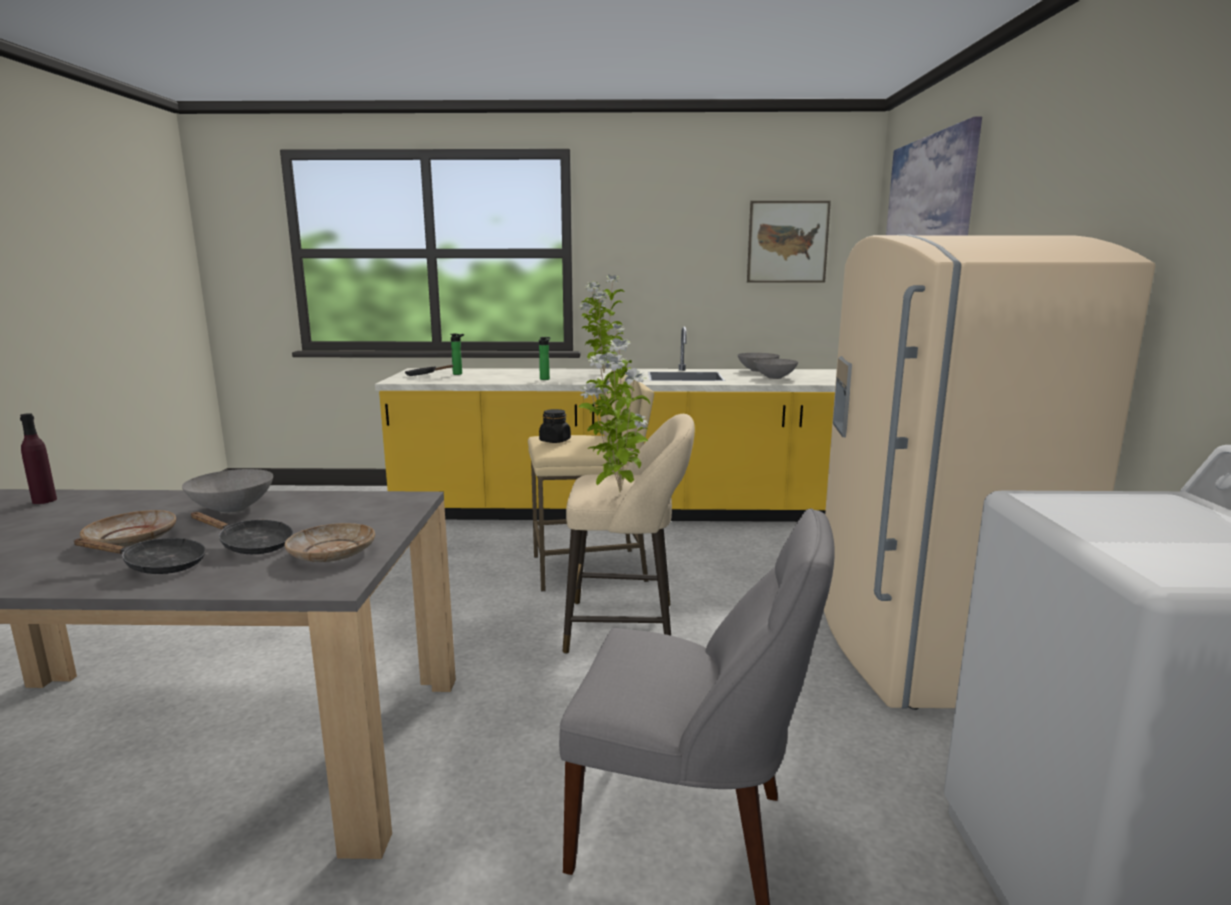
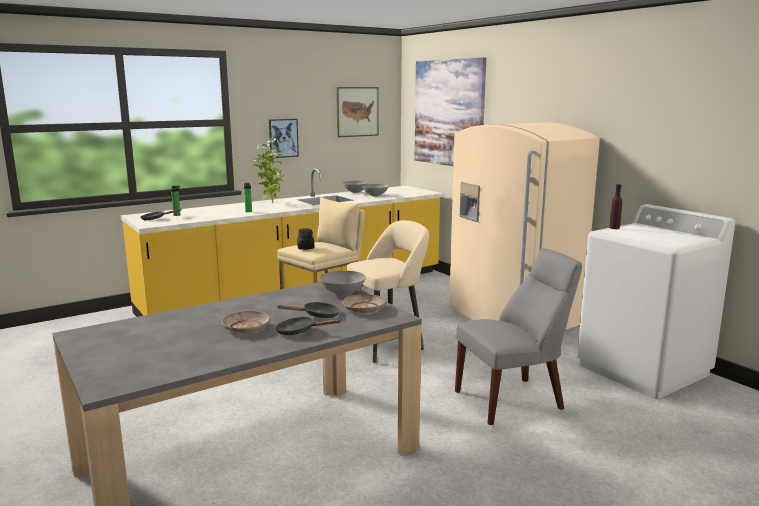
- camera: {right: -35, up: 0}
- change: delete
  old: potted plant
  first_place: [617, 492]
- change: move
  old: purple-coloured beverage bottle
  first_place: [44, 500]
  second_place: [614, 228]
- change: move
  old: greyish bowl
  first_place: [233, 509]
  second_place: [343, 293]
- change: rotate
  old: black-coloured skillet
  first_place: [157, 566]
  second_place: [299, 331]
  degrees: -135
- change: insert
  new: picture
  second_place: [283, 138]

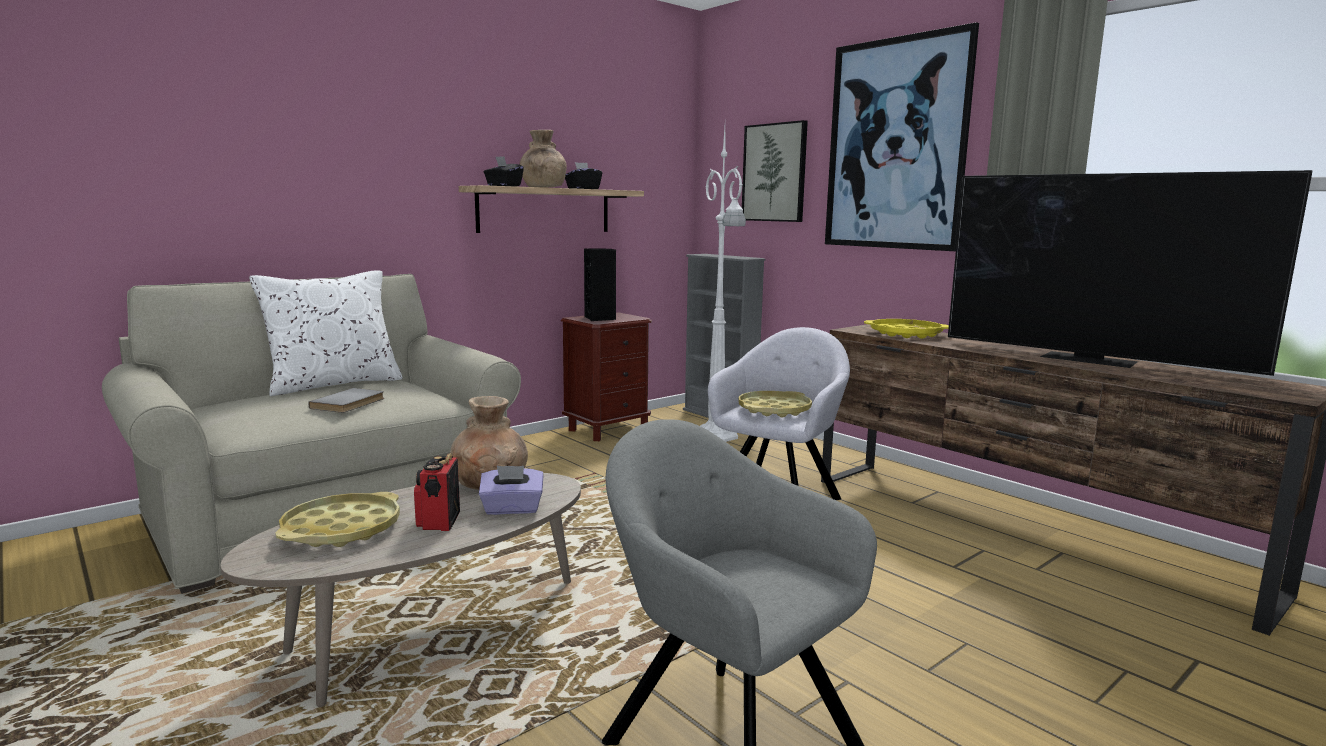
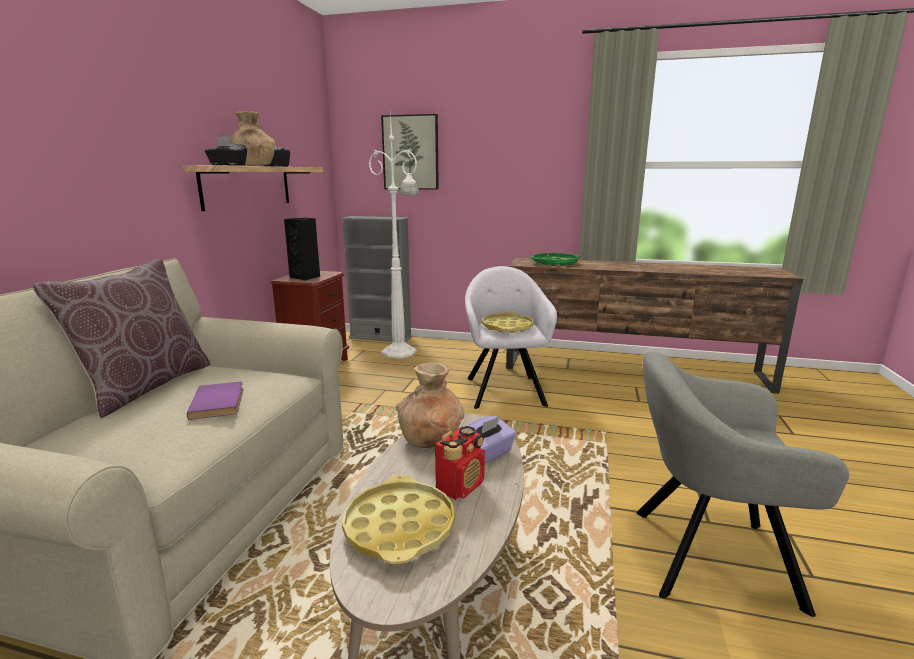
- camera: {right: -35, up: 5}
- change: delete
  old: picture
  first_place: [895, 145]
- change: delete
  old: television
  first_place: [1090, 359]
- change: recolor
  old: white cushion
  new: brown cushion
  first_place: [333, 384]
  second_place: [145, 386]
- change: recolor
  old: yellowish carrying tray
  new: green carrying tray
  first_place: [905, 334]
  second_place: [554, 263]
- change: recolor
  old: greyish book
  new: purple-coloured book
  first_place: [350, 403]
  second_place: [220, 402]
- change: rotate
  old: radio set
  first_place: [438, 522]
  second_place: [461, 486]
  degrees: -105

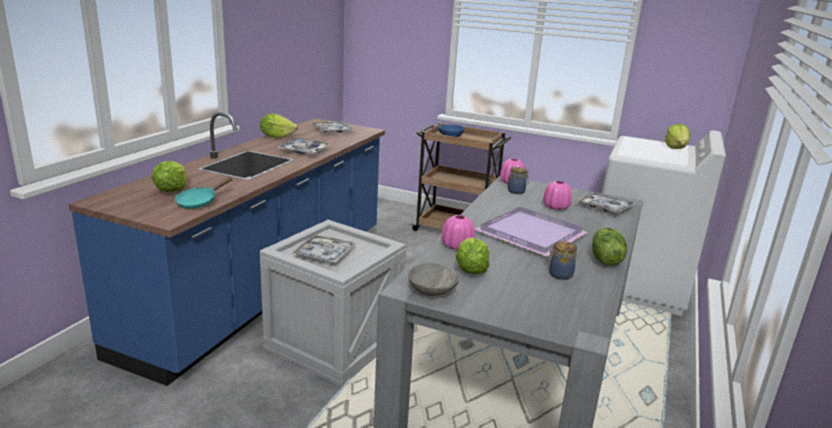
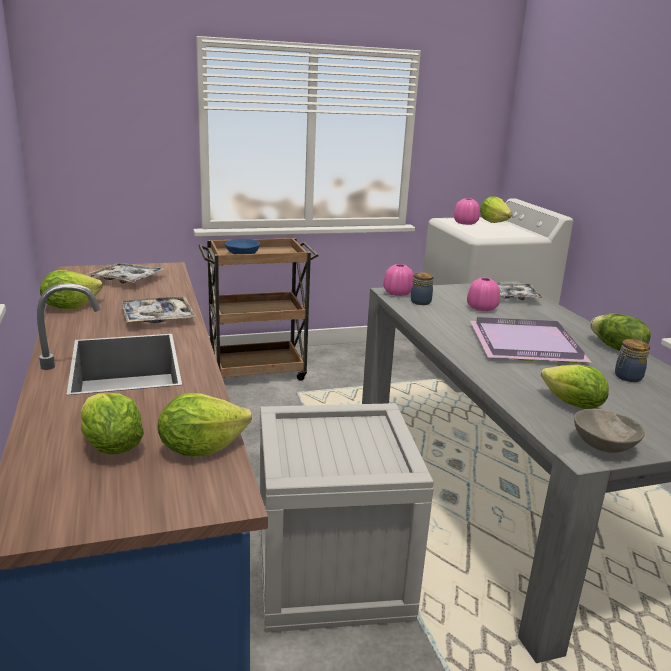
- camera: {right: -40, up: 0}
- change: replace
  old: blue-green skillet
  new: head of lettuce
  first_place: [199, 202]
  second_place: [201, 448]
- change: move
  old: pinkish vase
  first_place: [457, 246]
  second_place: [465, 223]
- change: delete
  old: carrying tray
  first_place: [324, 254]

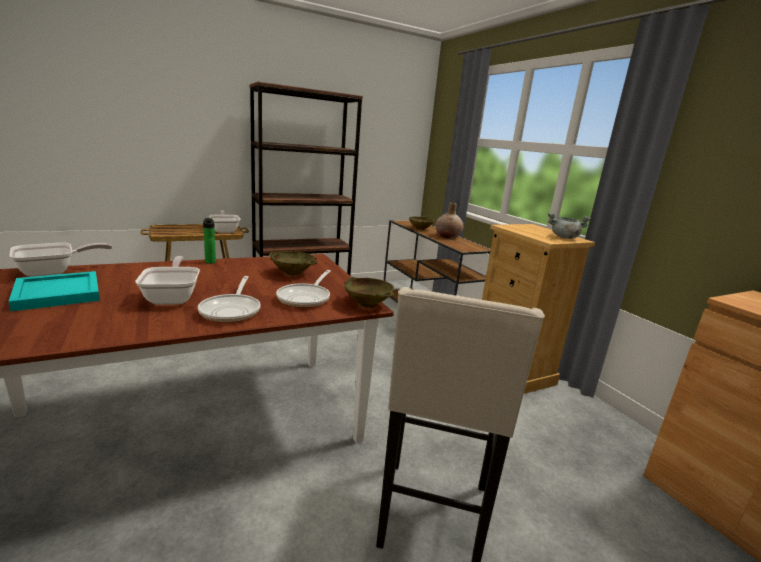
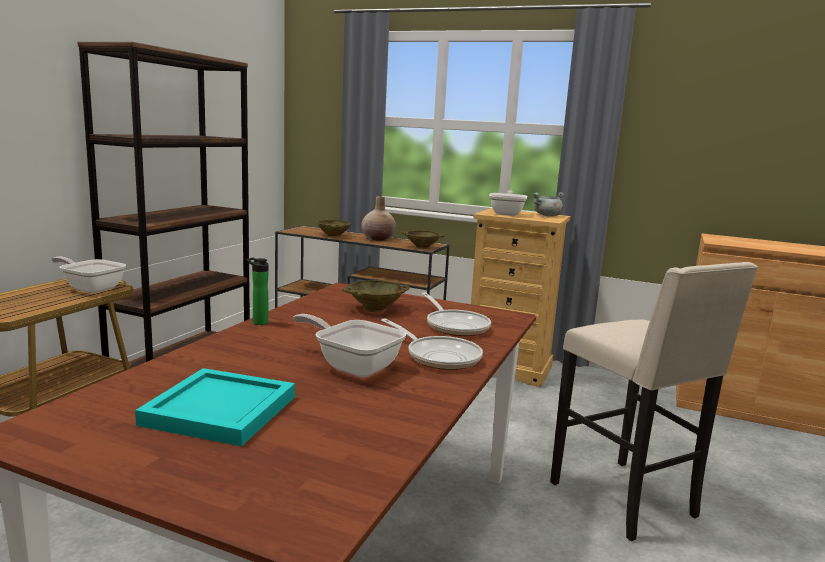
- camera: {right: -40, up: -5}
- change: move
  old: skillet
  first_place: [54, 272]
  second_place: [507, 213]
- change: move
  old: sand-coloured bowl
  first_place: [367, 304]
  second_place: [422, 247]

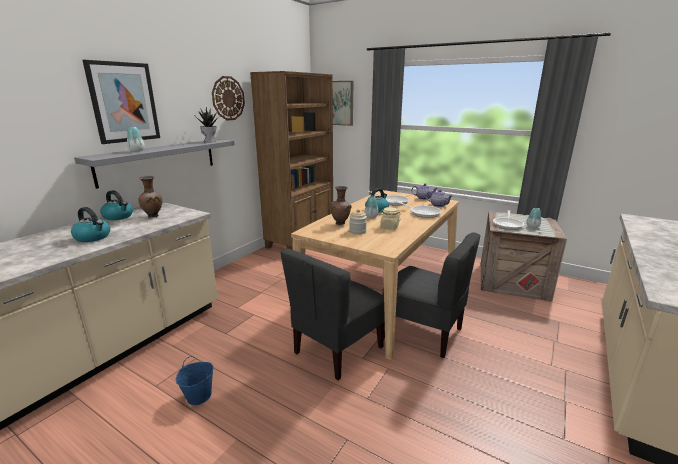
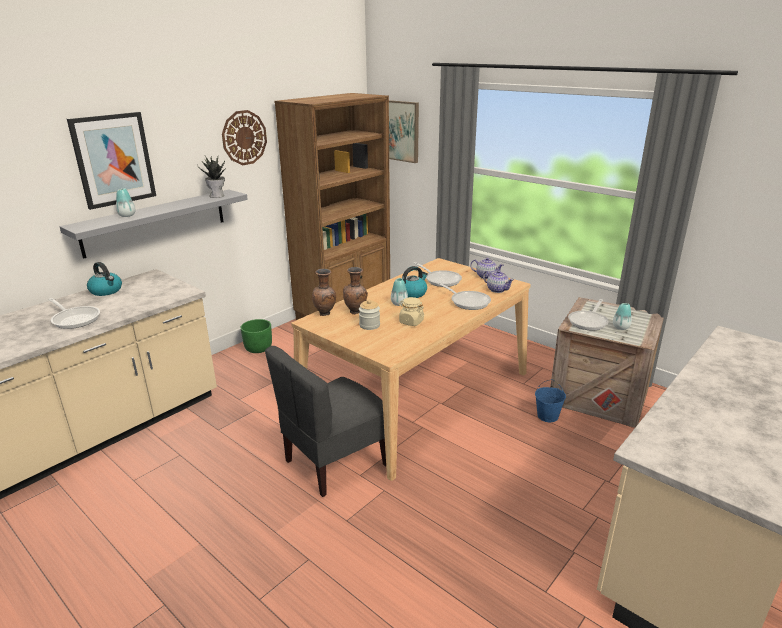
- camera: {right: 10, up: 5}
- change: move
  old: brown vase
  first_place: [154, 216]
  second_place: [325, 314]
- change: replace
  old: kettle
  new: skillet
  first_place: [93, 237]
  second_place: [75, 319]
- change: delete
  old: greyish plain chair
  first_place: [423, 332]
- change: move
  old: blue-coloured water bucket
  first_place: [199, 395]
  second_place: [548, 416]
- change: insert
  new: green flower pot
  second_place: [258, 348]

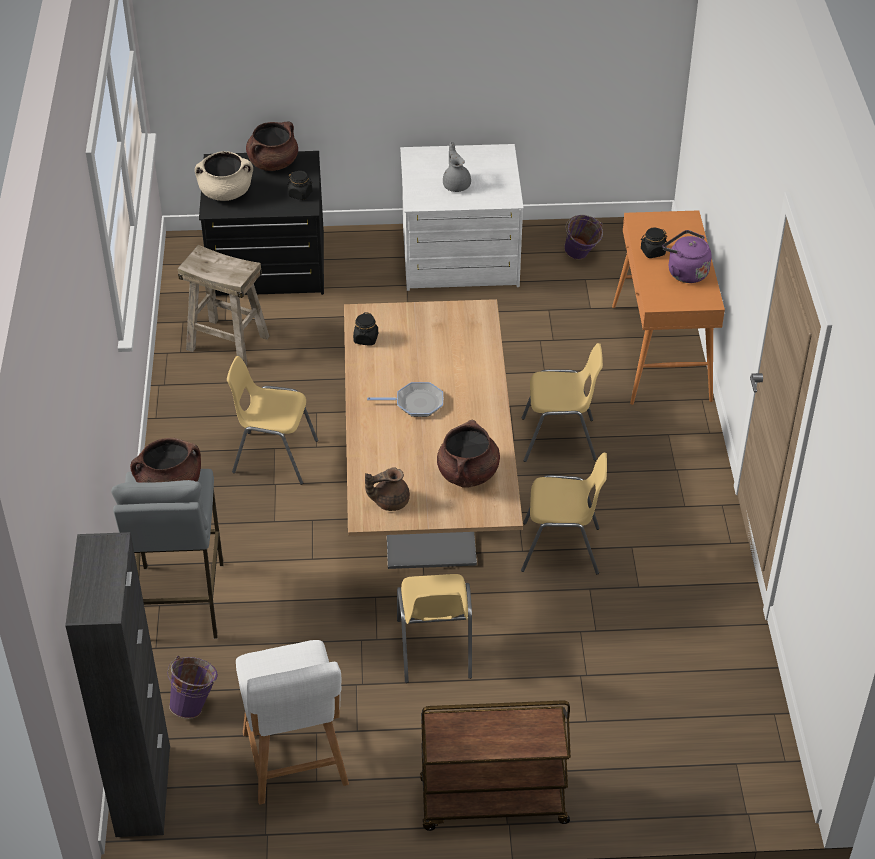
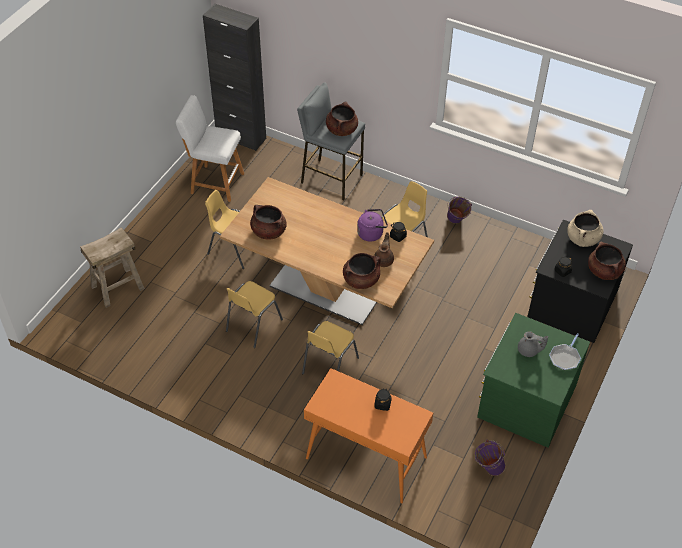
- camera: {right: 120, up: 5}
- change: recolor
  old: white dresser
  new: green dresser
  first_place: [460, 258]
  second_place: [525, 400]
- change: move
  old: purple-coloured kettle
  first_place: [685, 272]
  second_place: [371, 233]
- change: move
  old: sand-coloured stool
  first_place: [227, 343]
  second_place: [117, 287]
- change: move
  old: skillet
  first_place: [416, 403]
  second_place: [565, 357]
- change: move
  old: brown pot for tea
  first_place: [389, 501]
  second_place: [384, 260]
- change: move
  old: purple-coloured water bucket
  first_place: [195, 704]
  second_place: [456, 222]
- change: delete
  old: brown cart
  first_place: [492, 803]
- change: insert
  new: brown saucepot
  second_place: [361, 280]

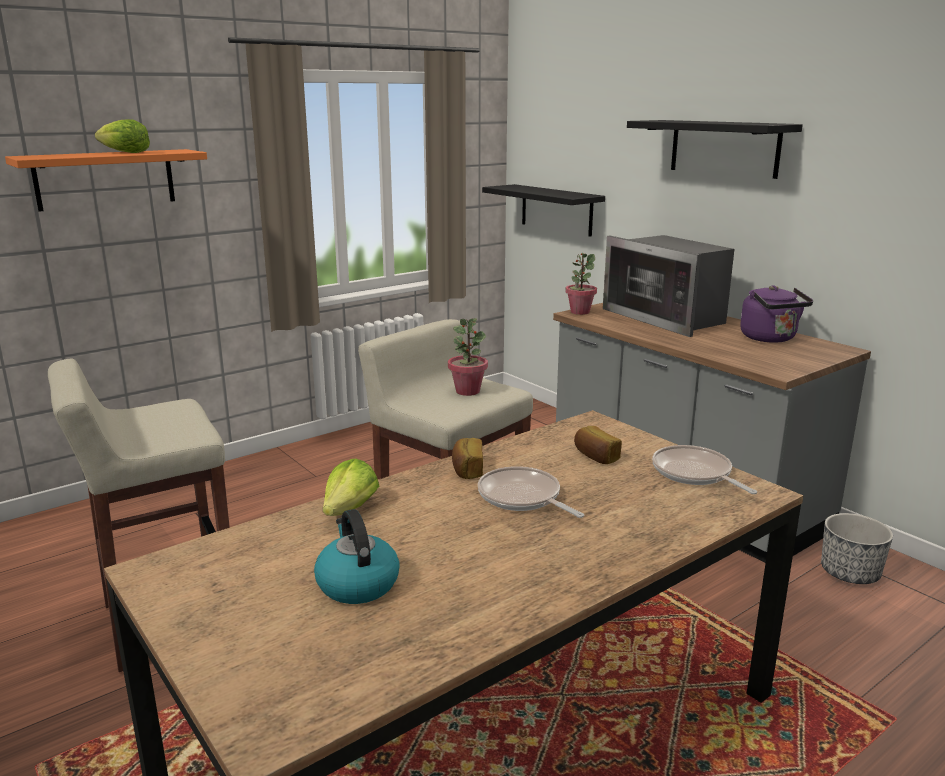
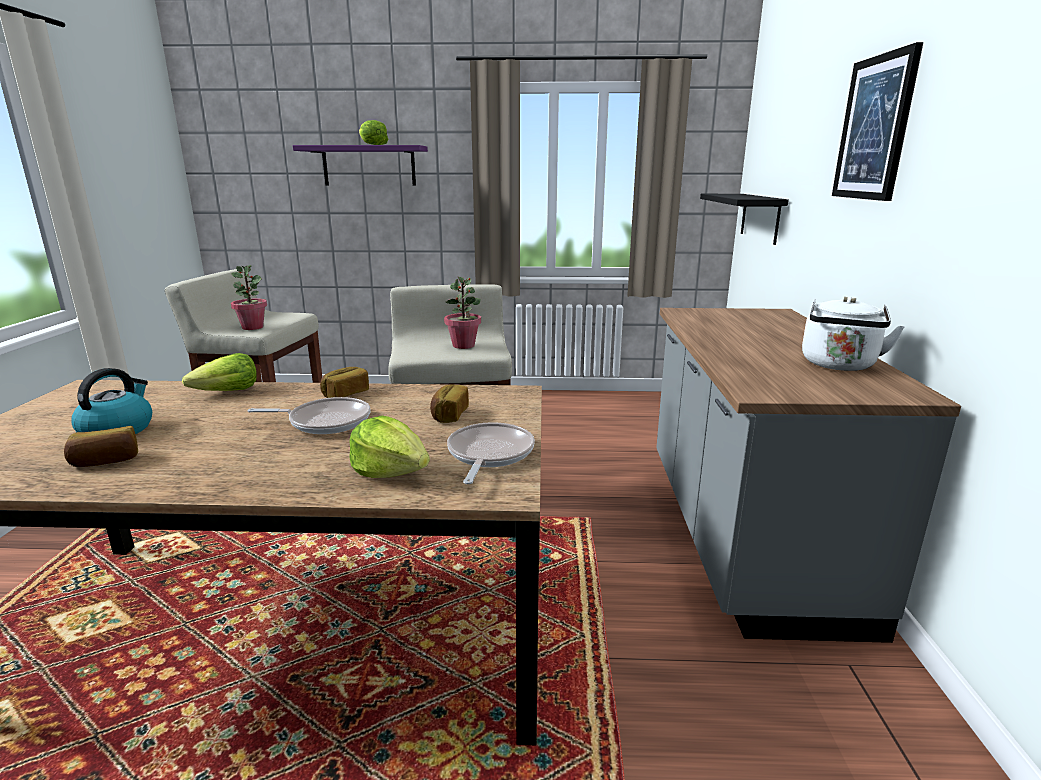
- camera: {right: 40, up: 0}
- change: replace
  old: black-coloured shelf
  new: picture
  first_place: [724, 148]
  second_place: [875, 128]
- change: recolor
  old: orangey shelf
  new: purple-coloured shelf
  first_place: [105, 179]
  second_place: [369, 166]
- change: delete
  old: microwave oven
  first_place: [666, 317]
- change: move
  old: potted plant
  first_place: [579, 312]
  second_place: [252, 327]
- change: recolor
  old: purple-coloured kettle
  new: white kettle
  first_place: [770, 338]
  second_place: [839, 365]
- change: rotate
  old: skillet
  first_place: [522, 498]
  second_place: [325, 422]
  degrees: 90
- change: delete
  old: flower pot
  first_place: [850, 573]
- change: insert
  new: head of lettuce
  second_place: [390, 471]
- change: insert
  new: baked bread
  second_place: [106, 461]

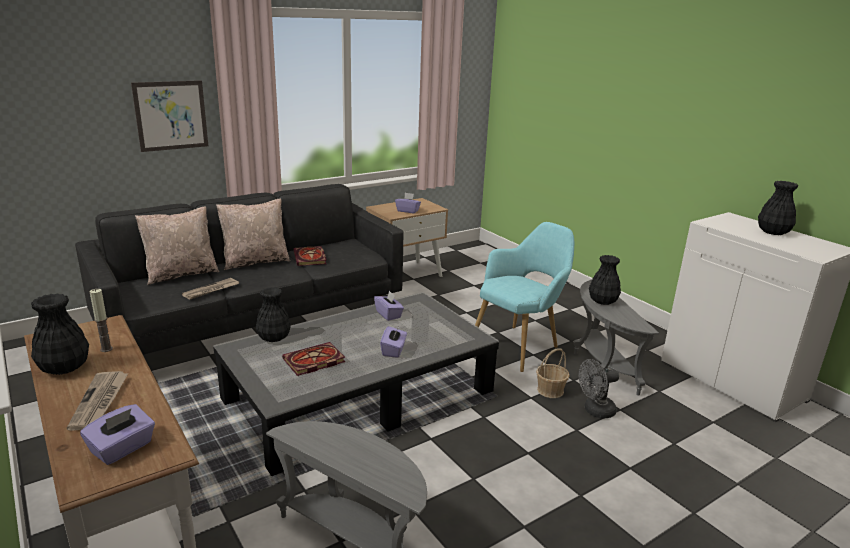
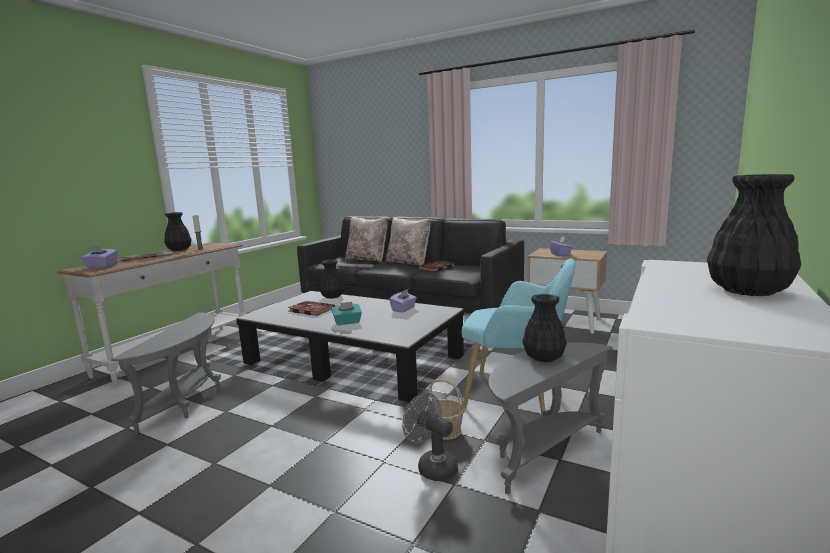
- camera: {right: 65, up: -10}
- change: delete
  old: picture
  first_place: [171, 115]
- change: recolor
  old: purple-coloured box of tissues
  new: blue-green box of tissues
  first_place: [394, 350]
  second_place: [347, 322]

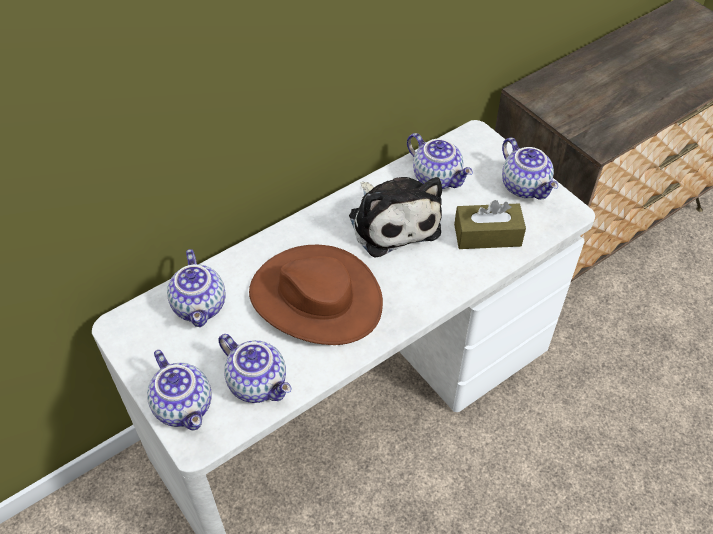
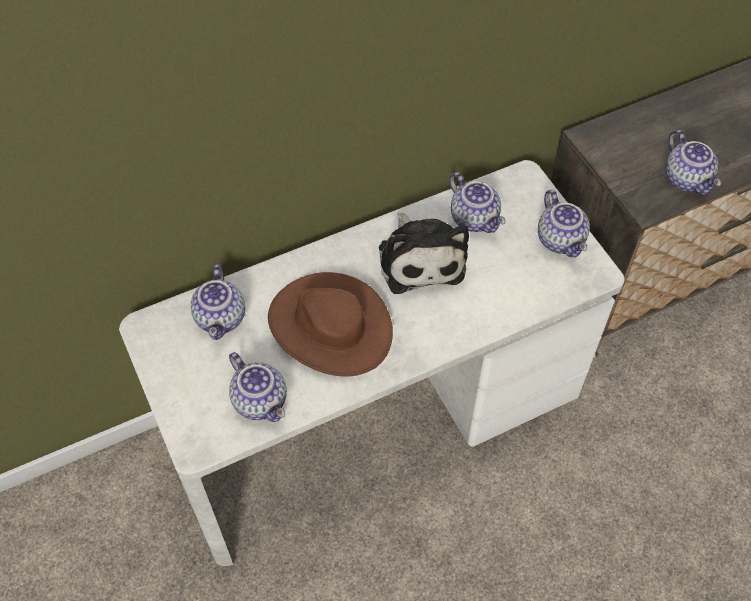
- camera: {right: 10, up: 5}
- change: delete
  old: brown box of tissues
  first_place: [487, 235]
- change: move
  old: pot for tea
  first_place: [185, 406]
  second_place: [687, 179]

